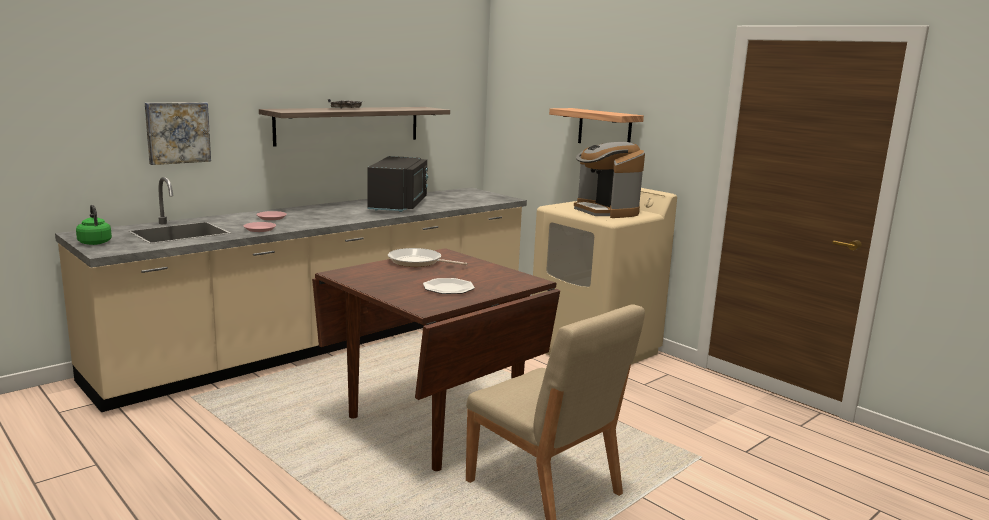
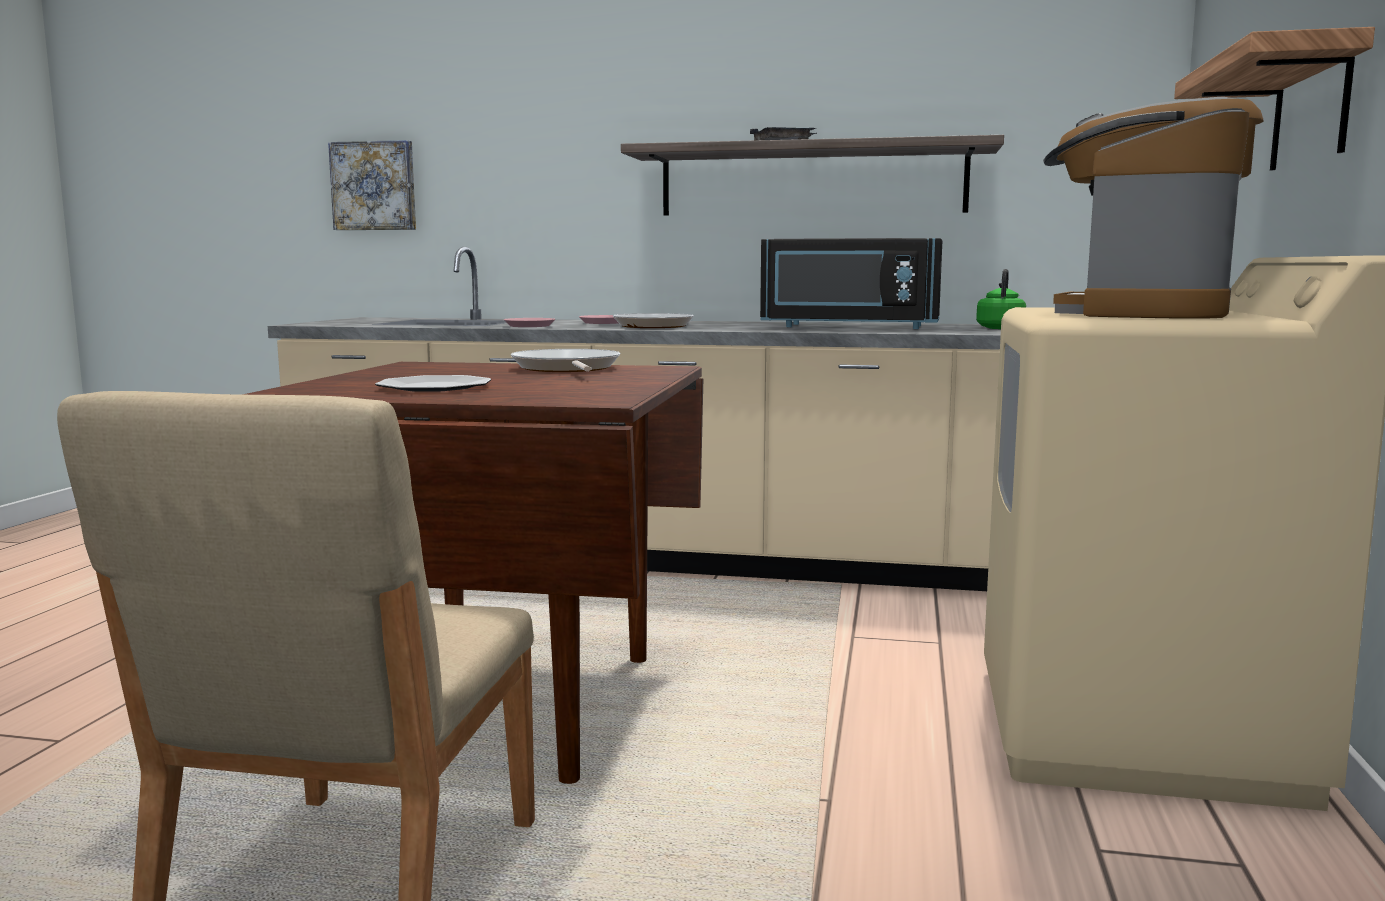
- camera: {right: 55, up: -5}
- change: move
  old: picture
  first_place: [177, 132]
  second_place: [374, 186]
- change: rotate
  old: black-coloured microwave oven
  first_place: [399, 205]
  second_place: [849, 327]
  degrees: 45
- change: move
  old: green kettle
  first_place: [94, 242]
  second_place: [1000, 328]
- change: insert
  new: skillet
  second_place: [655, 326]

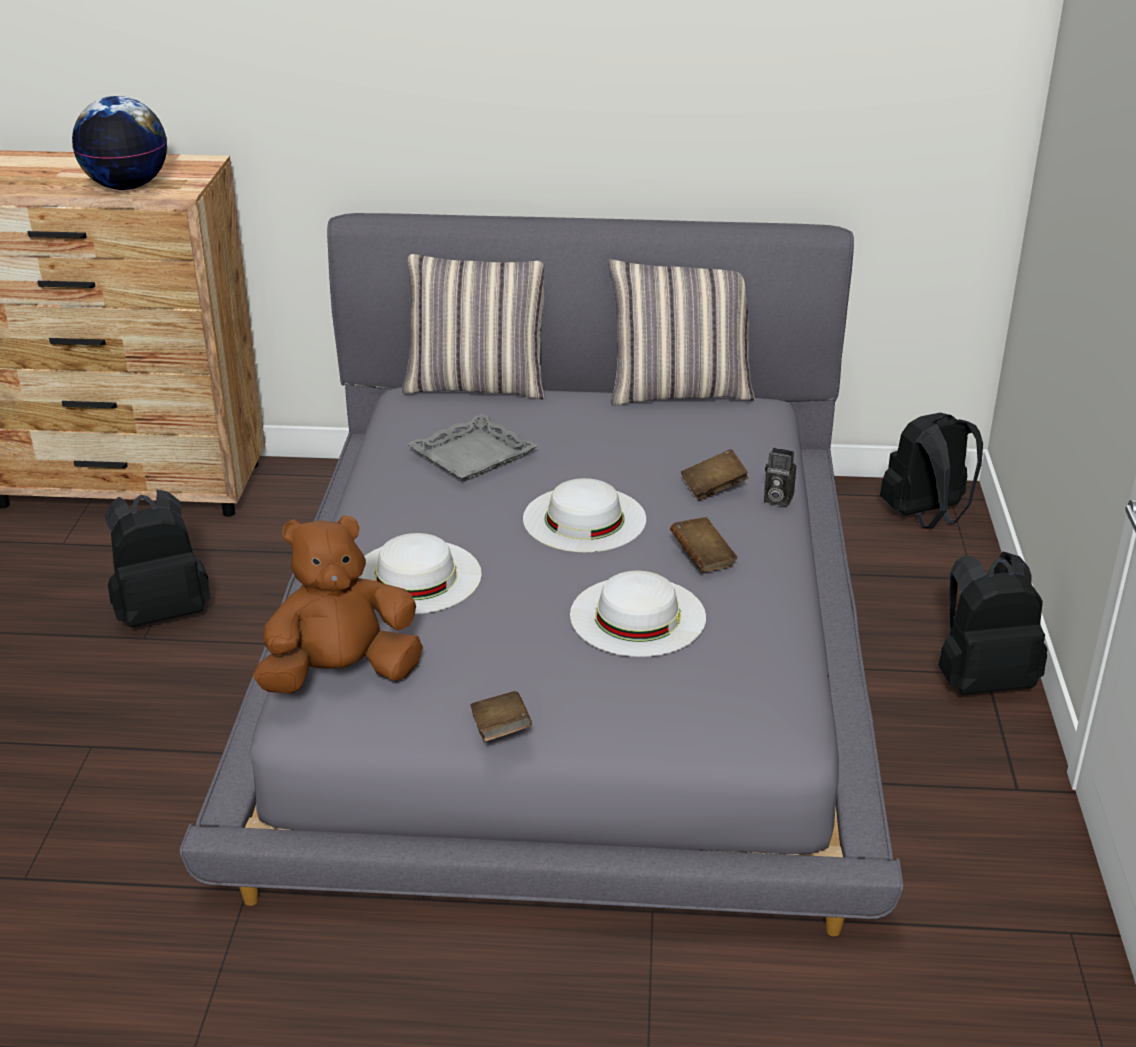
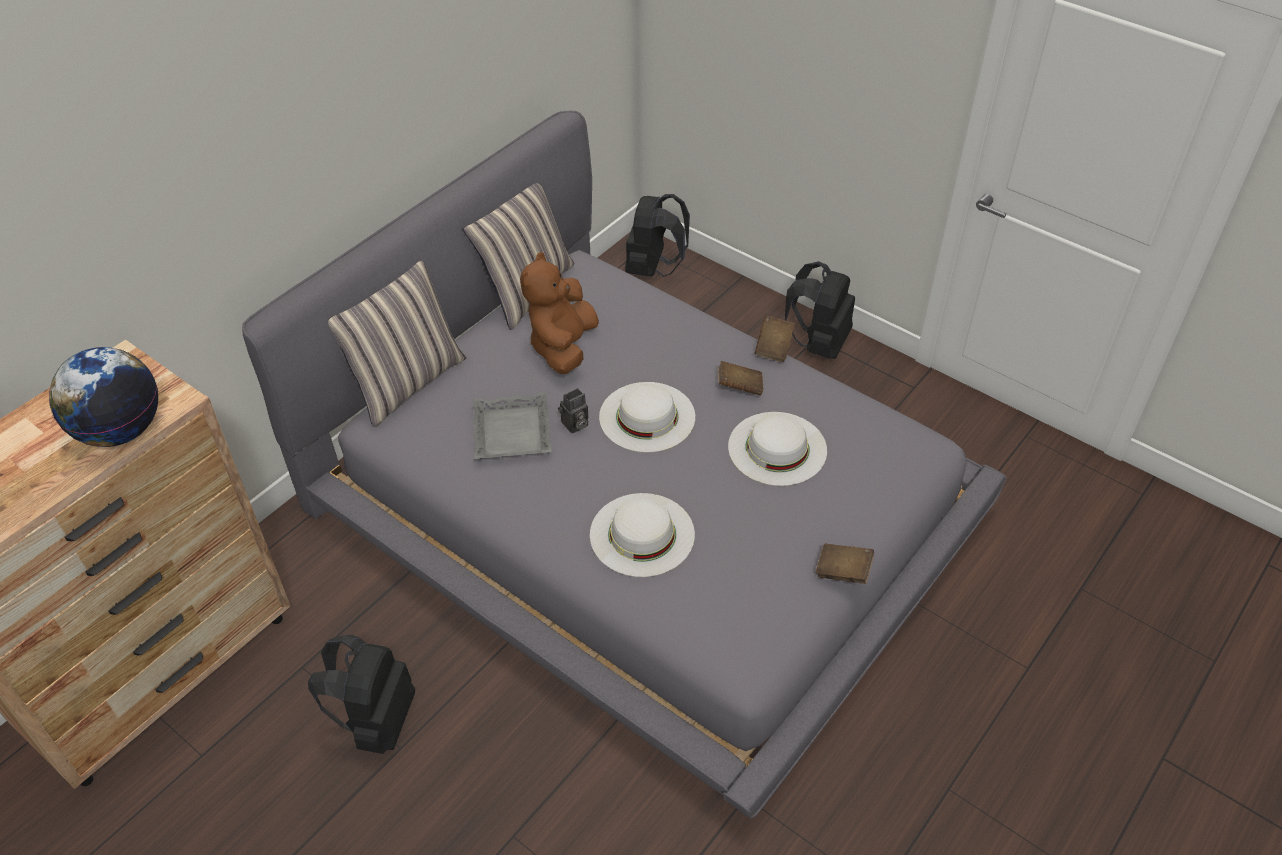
- camera: {right: -55, up: 15}
- change: move
  old: still camera
  first_place: [776, 499]
  second_place: [574, 425]
- change: move
  old: brown book
  first_place: [714, 488]
  second_place: [774, 347]
- change: move
  old: brown soft toy
  first_place: [341, 675]
  second_place: [563, 347]

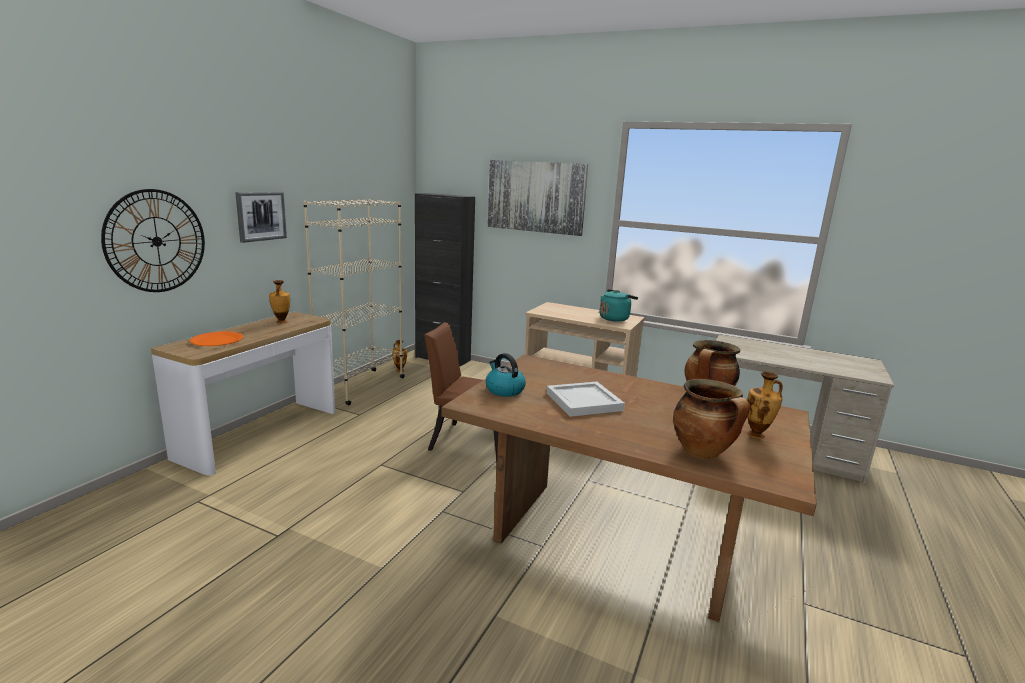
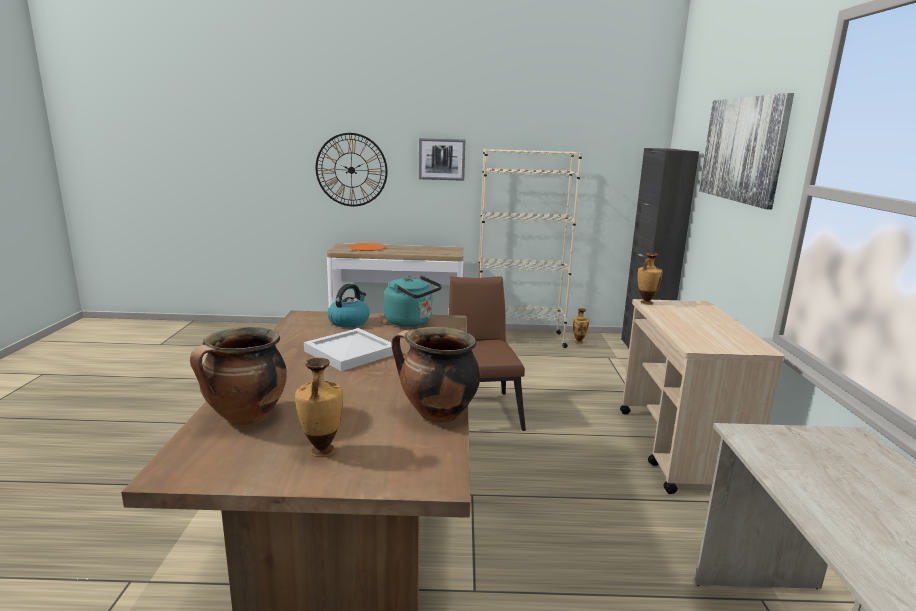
- camera: {right: 65, up: 0}
- change: move
  old: vase
  first_place: [281, 322]
  second_place: [645, 303]
- change: move
  old: blue-green kettle
  first_place: [615, 318]
  second_place: [411, 322]

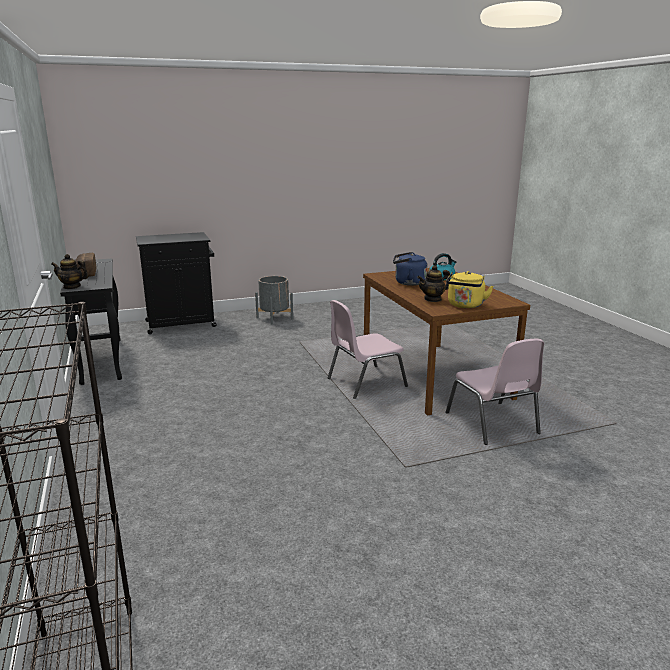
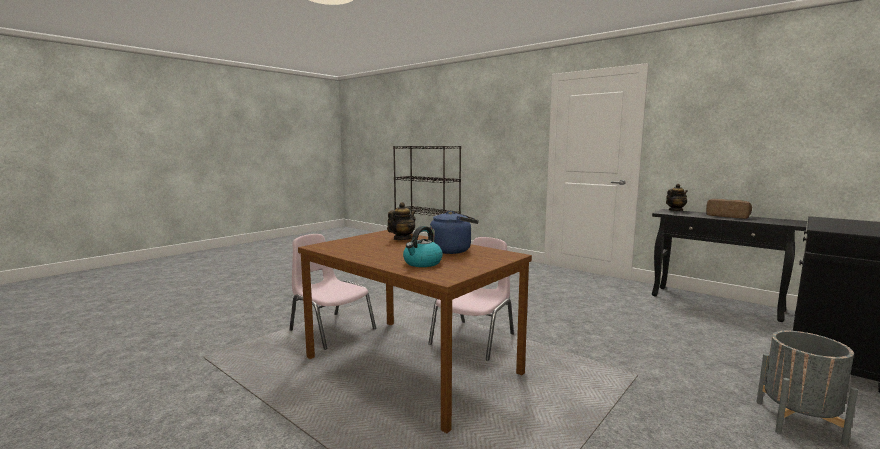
- camera: {right: 150, up: -10}
- change: delete
  old: yellowish kettle
  first_place: [465, 305]

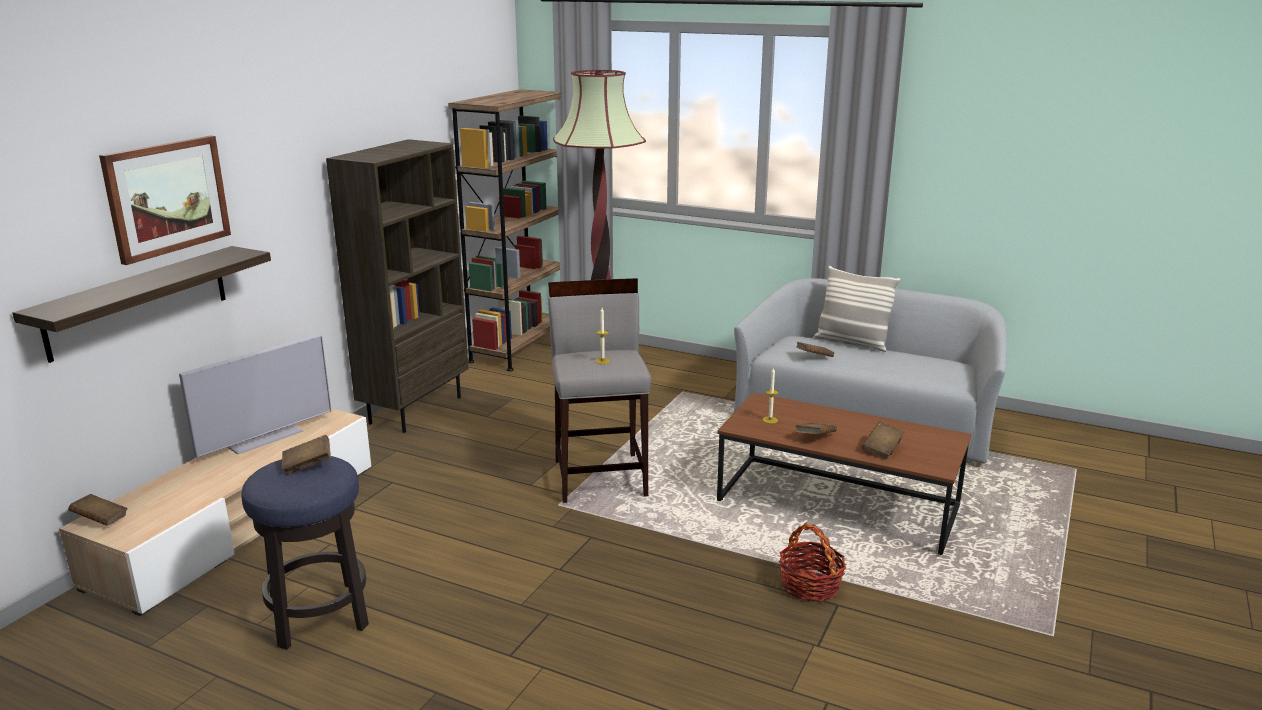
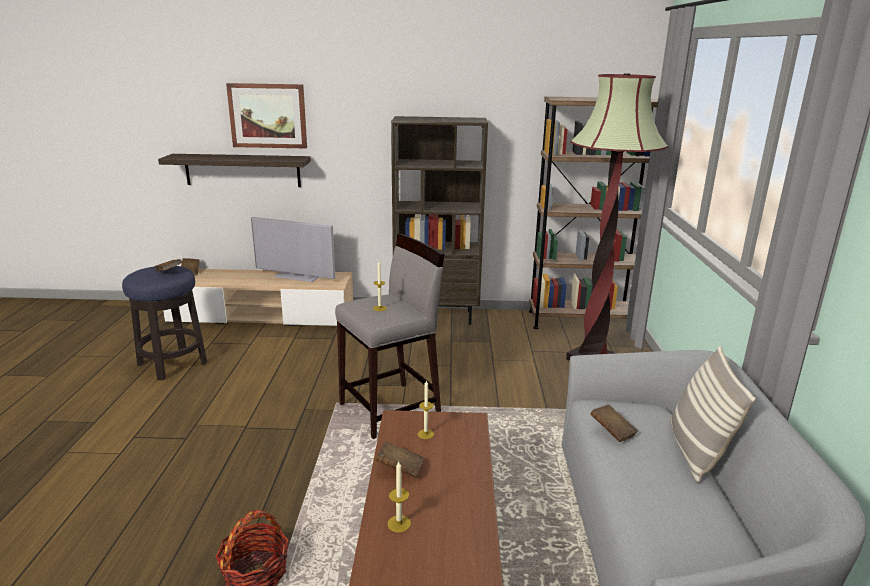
- camera: {right: 65, up: 0}
- change: replace
  old: brown book
  new: wax light
  first_place: [882, 450]
  second_place: [399, 523]

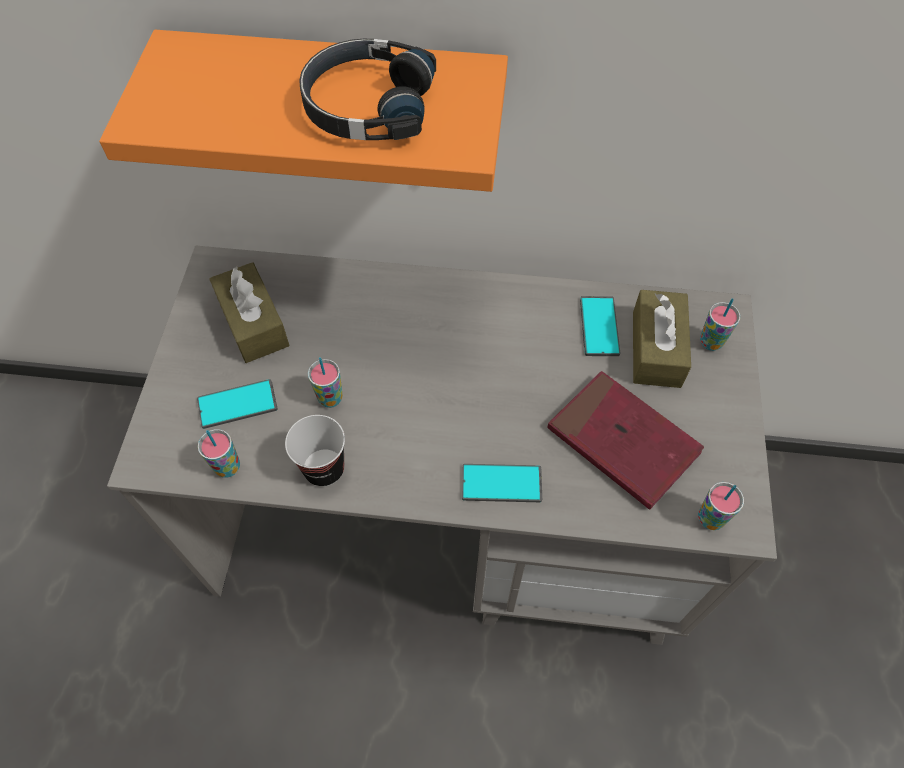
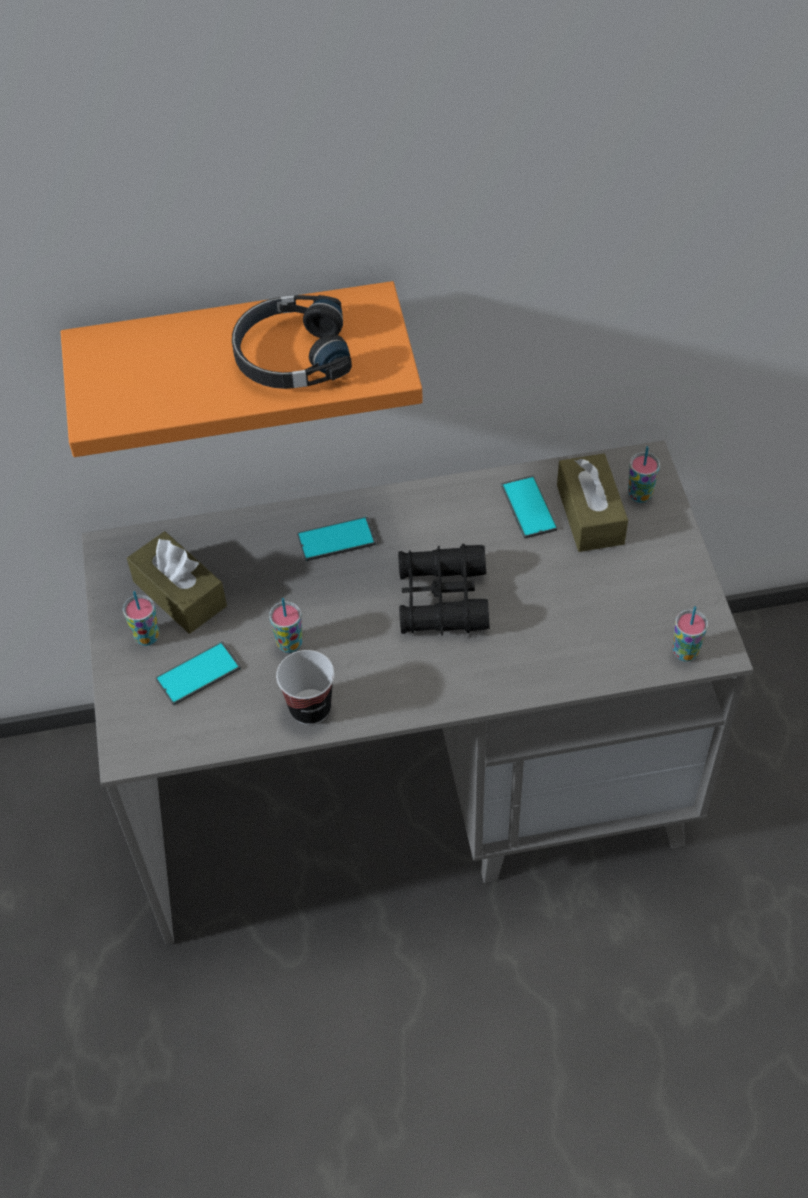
- camera: {right: -15, up: -5}
- change: delete
  old: red-coloured book
  first_place: [622, 441]
- change: move
  old: drinking cup
  first_place: [228, 467]
  second_place: [147, 637]
- change: move
  old: phone
  first_place: [501, 483]
  second_place: [336, 539]
- change: insert
  new: black-coloured field glasses
  second_place: [442, 599]

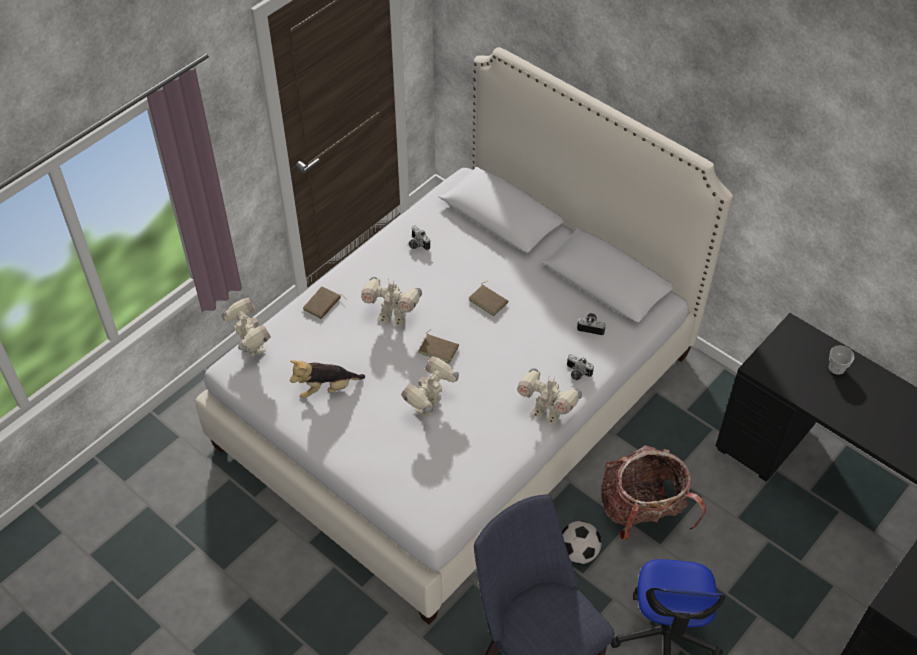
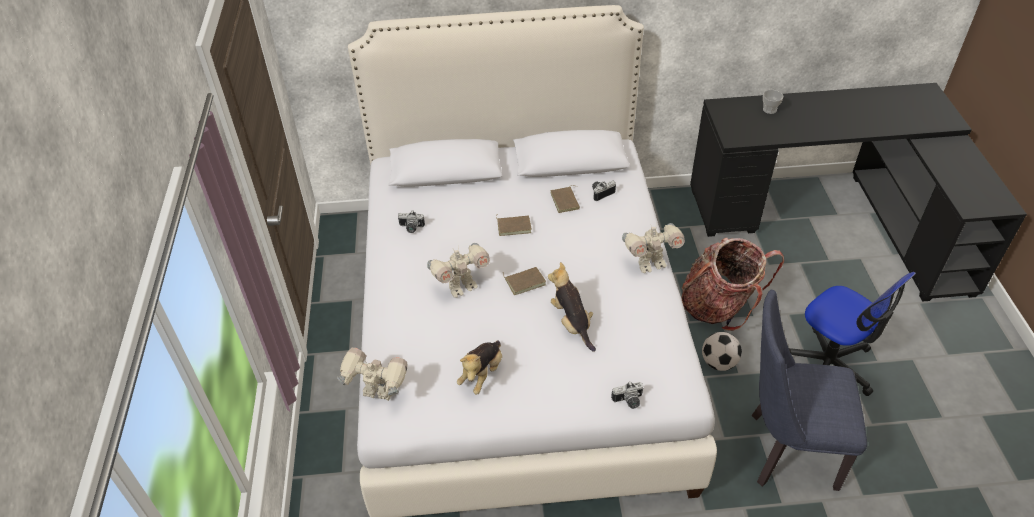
- camera: {right: -45, up: -5}
- change: move
  old: brown book
  first_place: [323, 304]
  second_place: [566, 201]
- change: move
  old: still camera
  first_place: [577, 373]
  second_place: [628, 401]
- change: replace
  old: robot figure
  new: soft toy
  first_place: [430, 406]
  second_place: [572, 323]

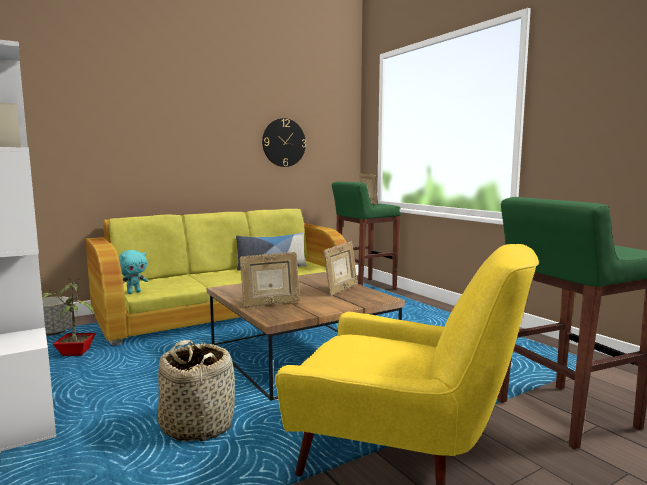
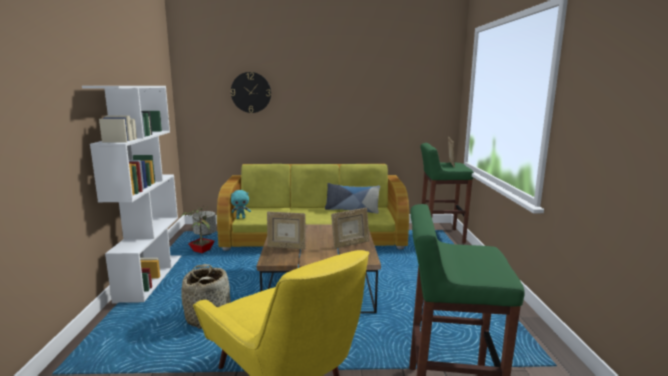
- camera: {right: 30, up: 5}
- change: move
  old: hanging clock
  first_place: [284, 142]
  second_place: [251, 92]

